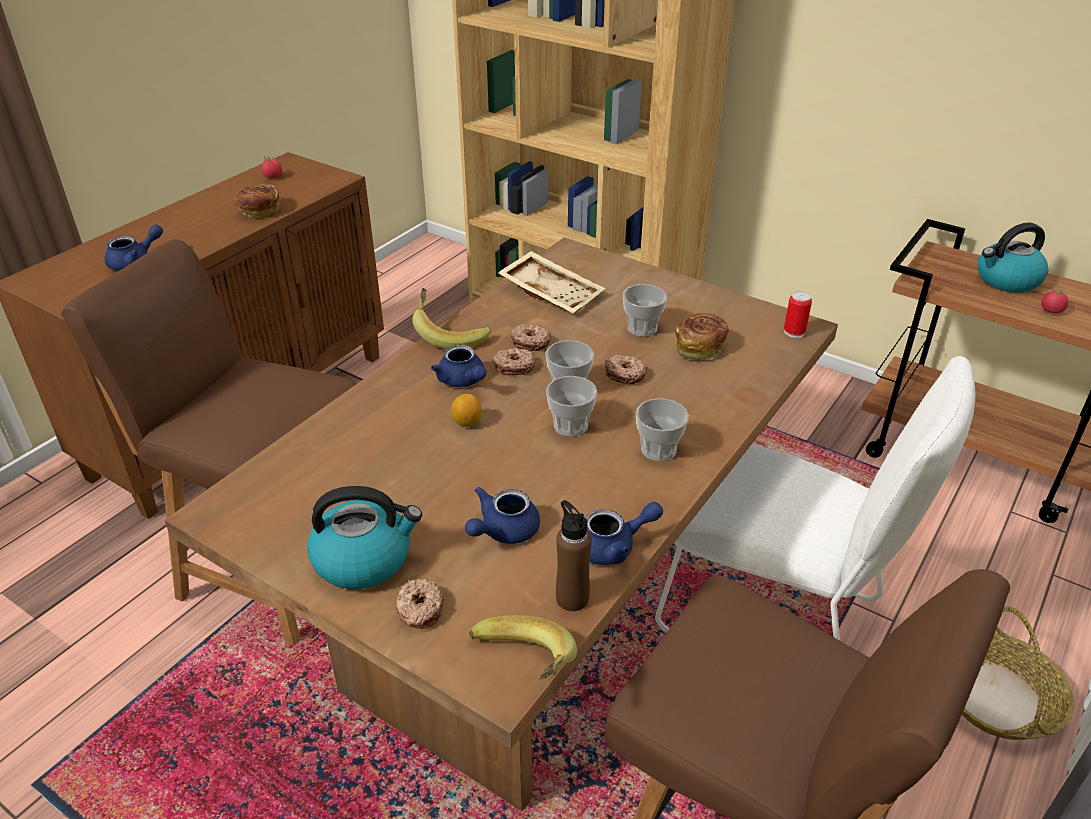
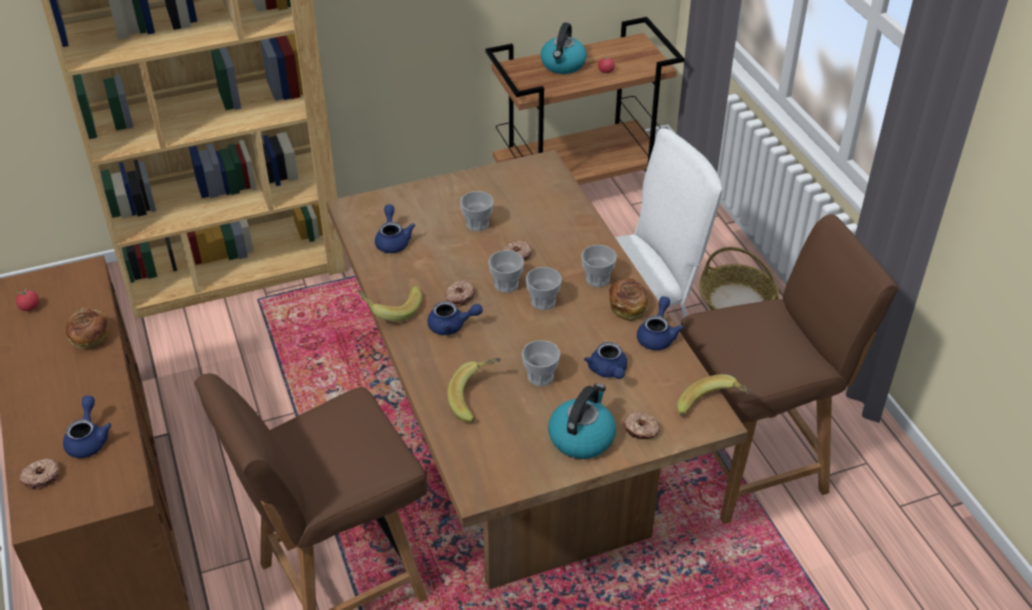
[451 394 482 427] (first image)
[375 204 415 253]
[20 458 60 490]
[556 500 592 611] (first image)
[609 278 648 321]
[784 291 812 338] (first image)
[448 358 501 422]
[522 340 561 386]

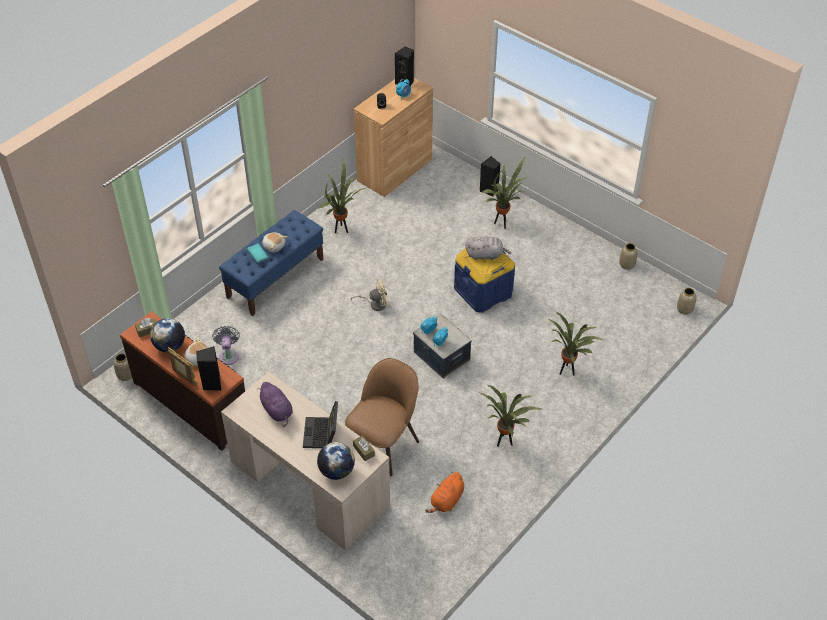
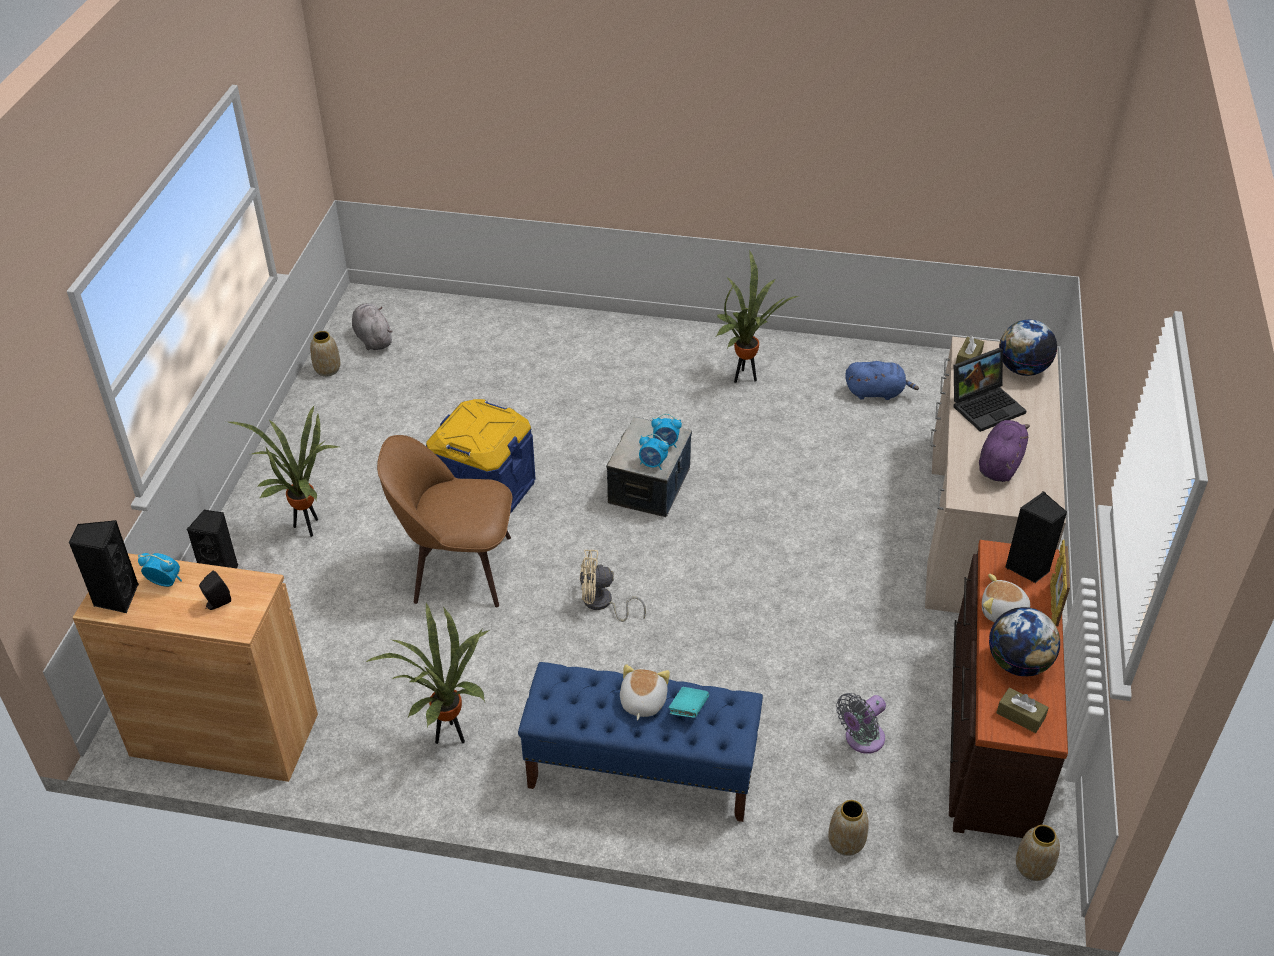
[377 435 512 607]
[580 550 646 622]
[845 361 919 400]
[352 303 392 350]
[547 312 604 376] (first image)
[828 800 869 856]

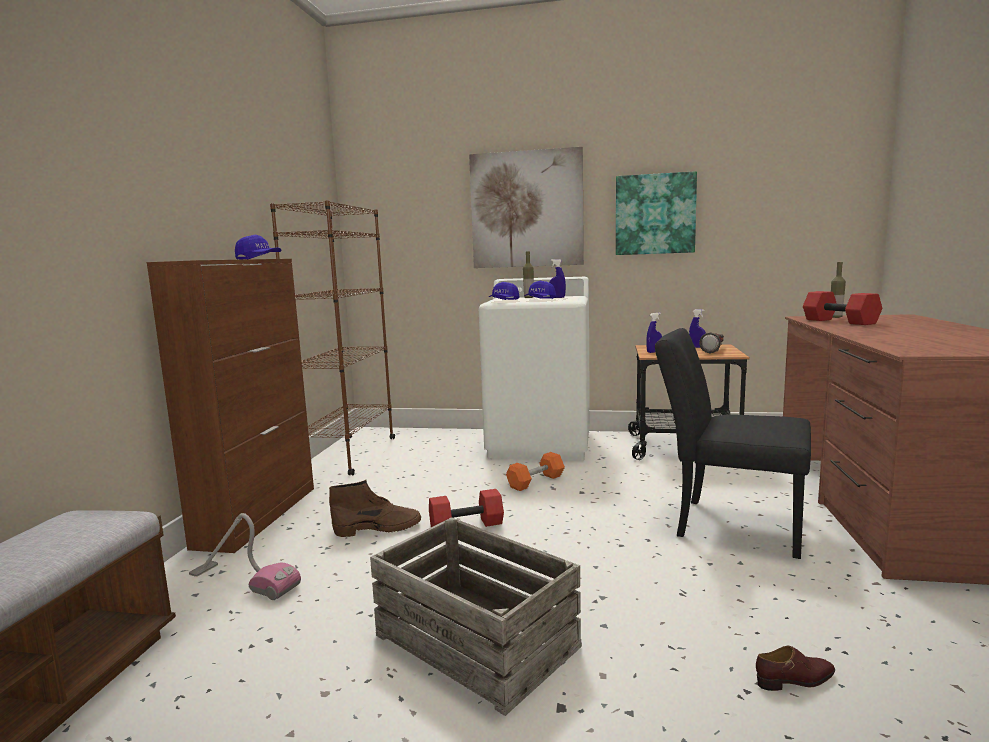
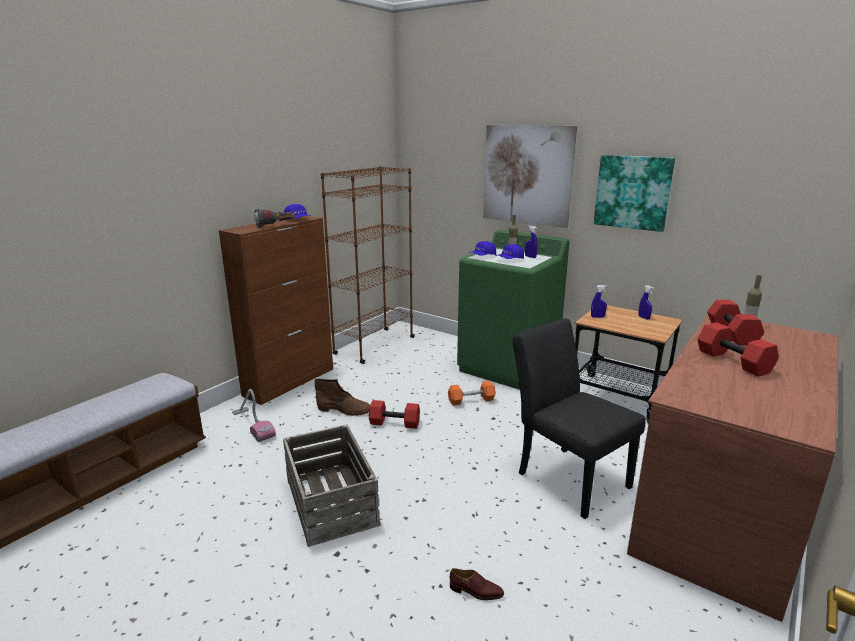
[457 230 569 390]
[254 209 295 228]
[697 322 779 377]

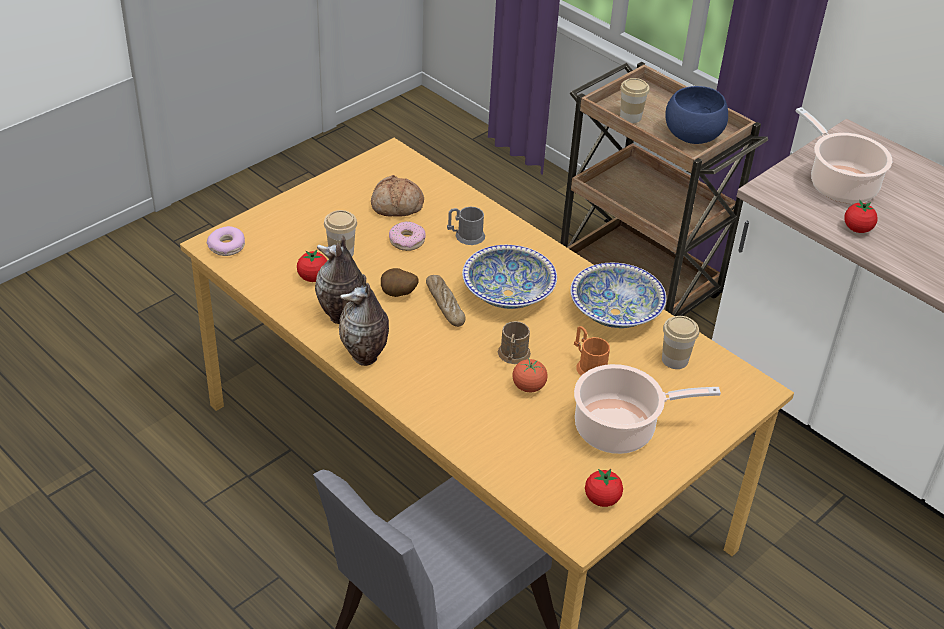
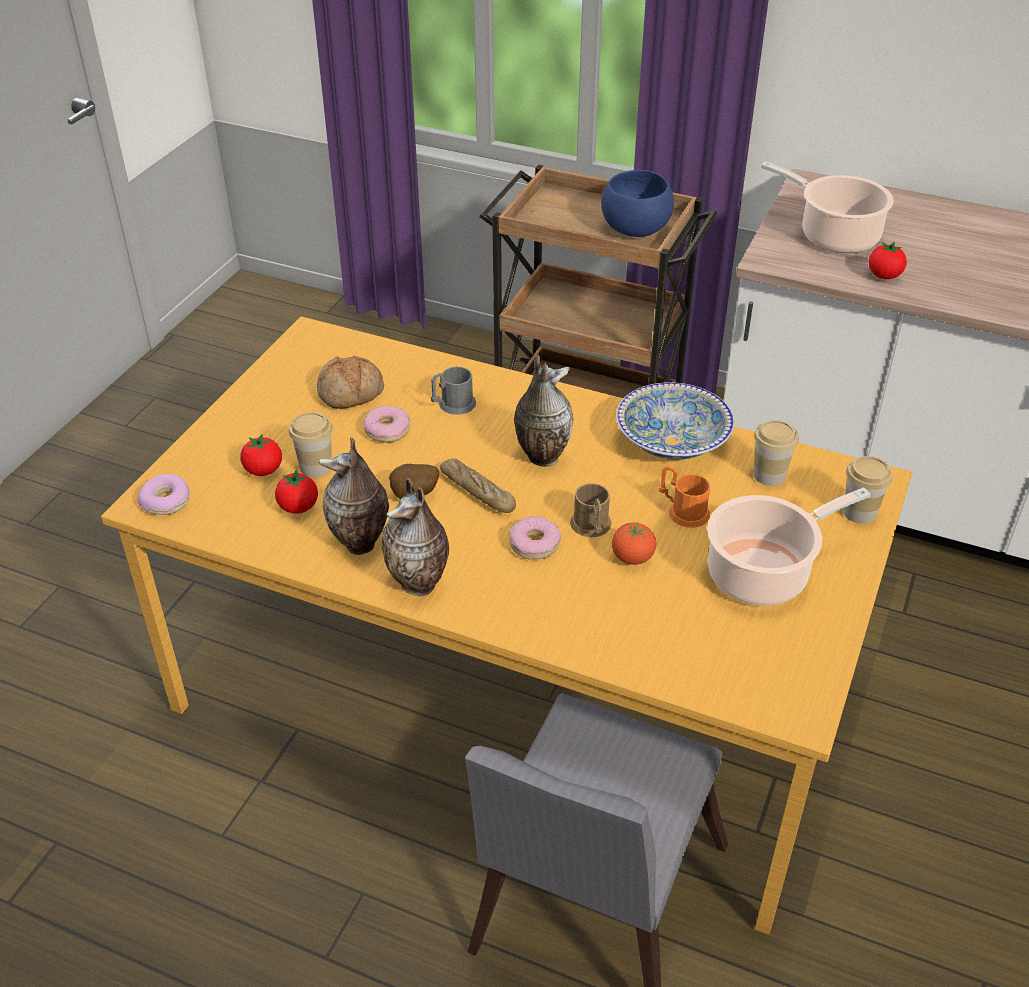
[514 355 574 467]
[241 434 282 476]
[843 456 893 524]
[509 516 561 560]

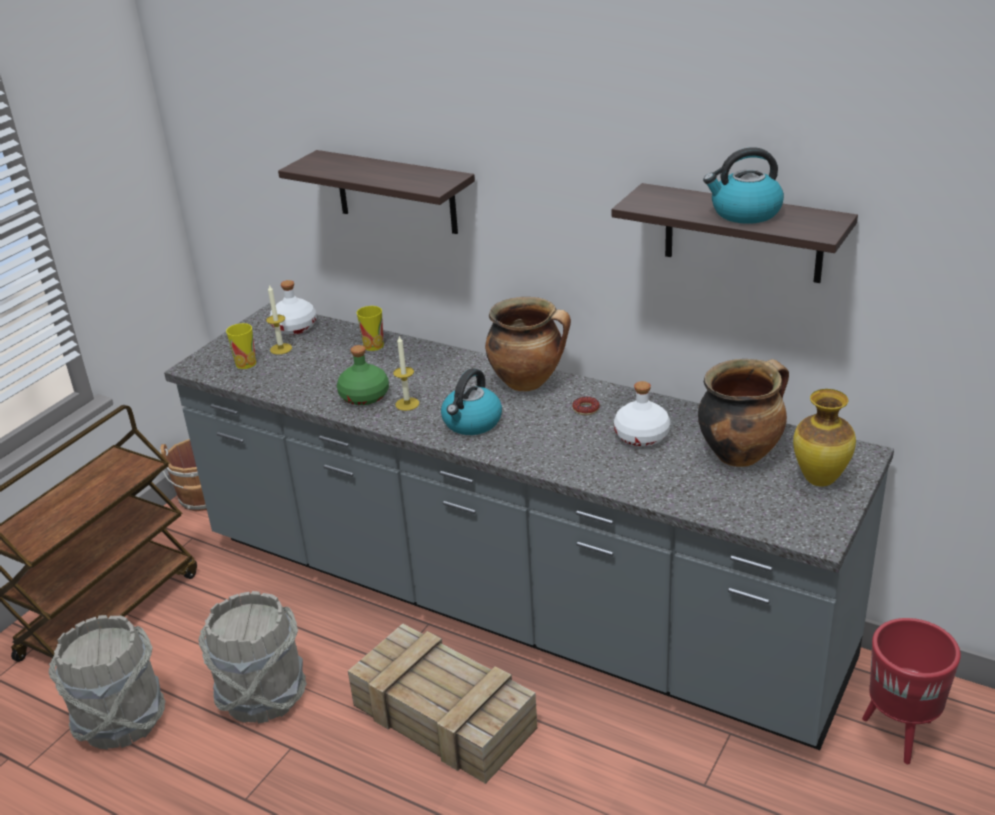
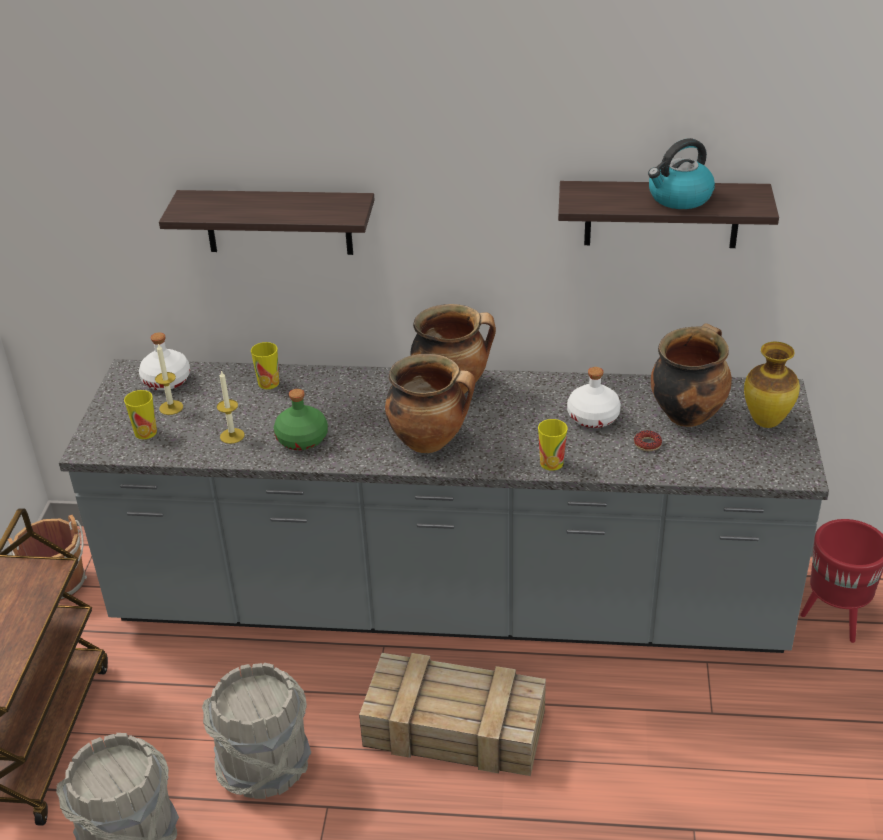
[217 371 245 444]
[385 354 476 453]
[634 430 662 451]
[538 419 567 471]

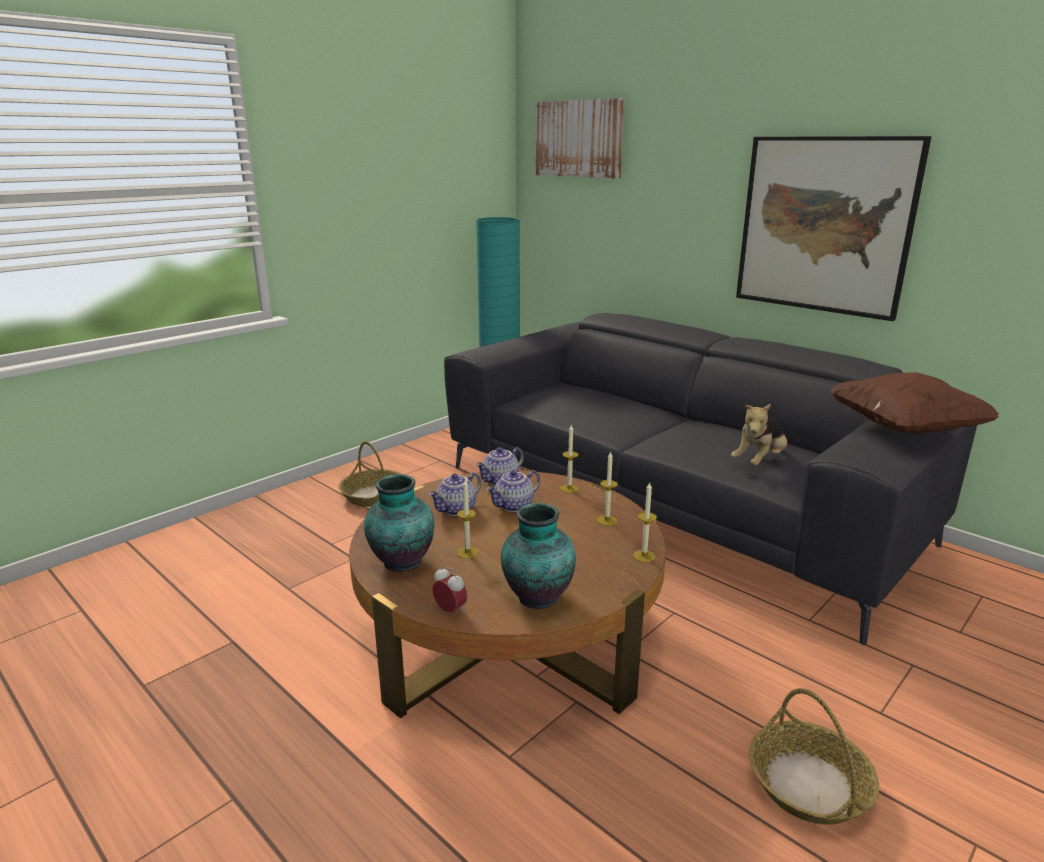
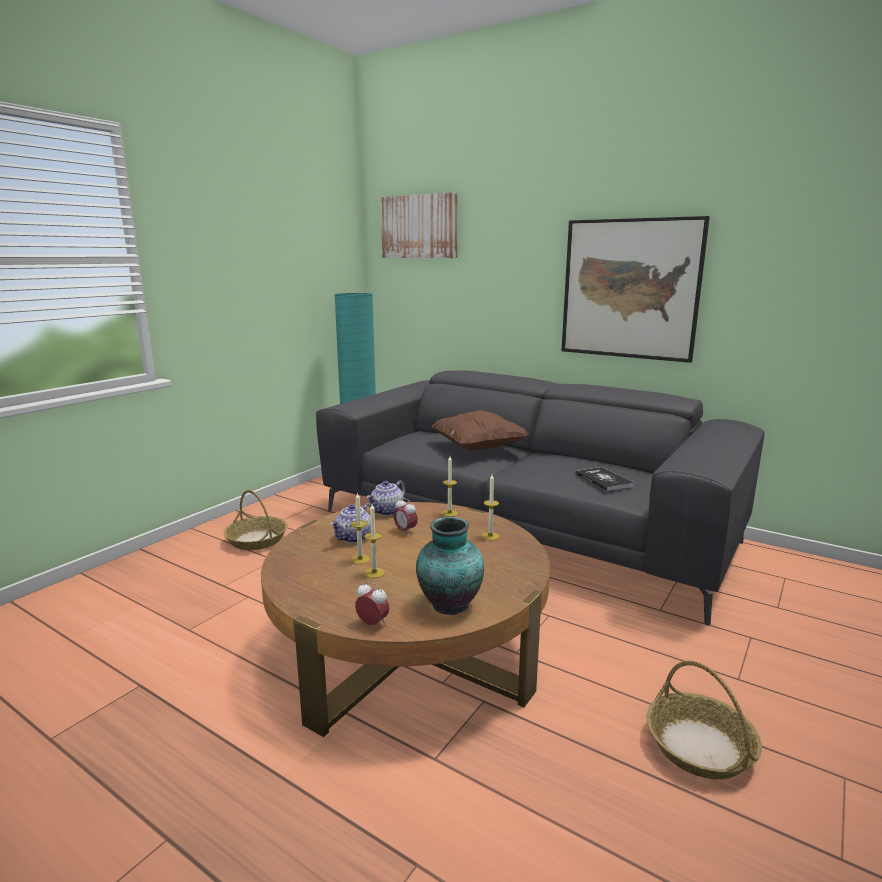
[364 474 434 572] (first image)
[394 498 418 535]
[351 492 370 564]
[575 467 634 491]
[432 410 529 450]

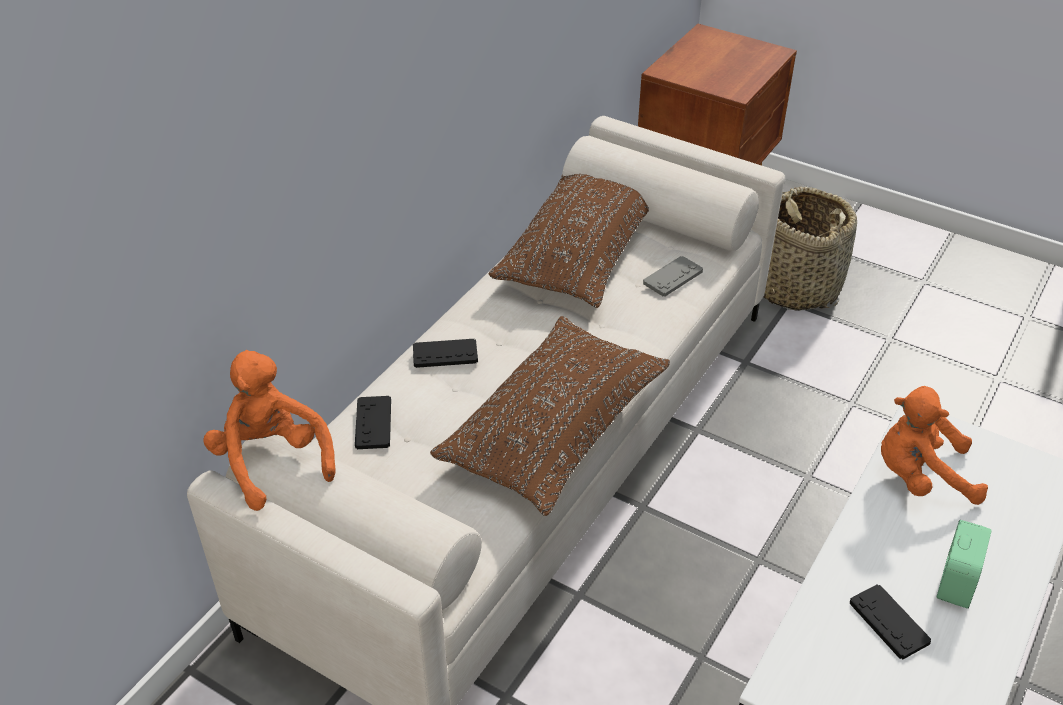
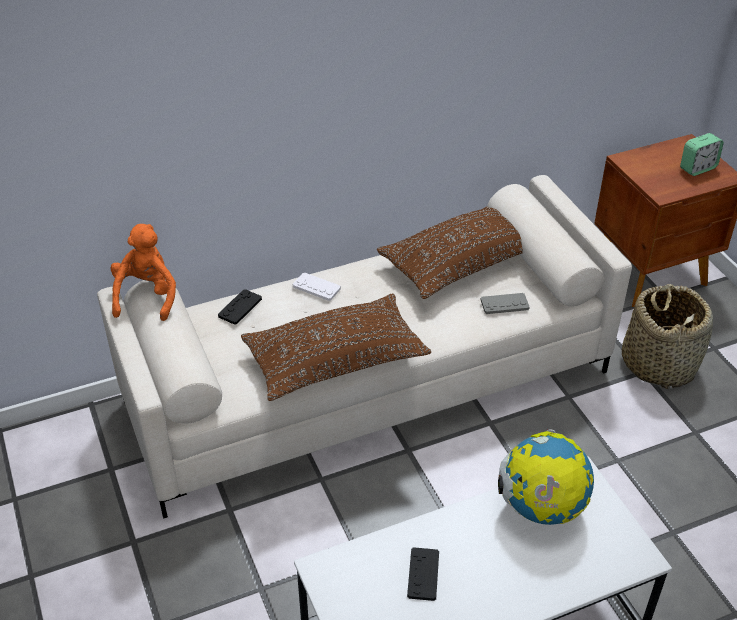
[293 272 341 301]
[498 430 594 525]
[680 133 724 176]

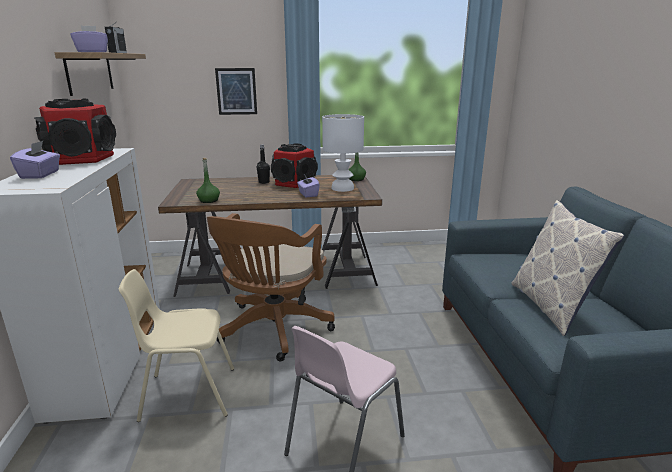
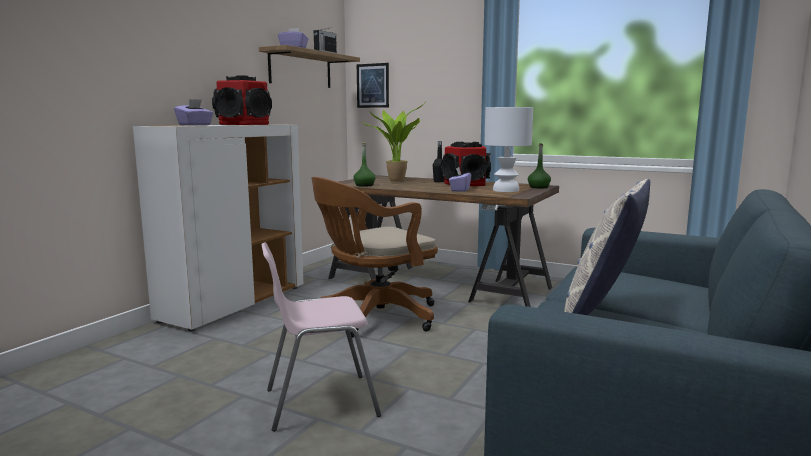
[119 269 234 422] (first image)
[357 63 389 108]
[361 100 427 182]

